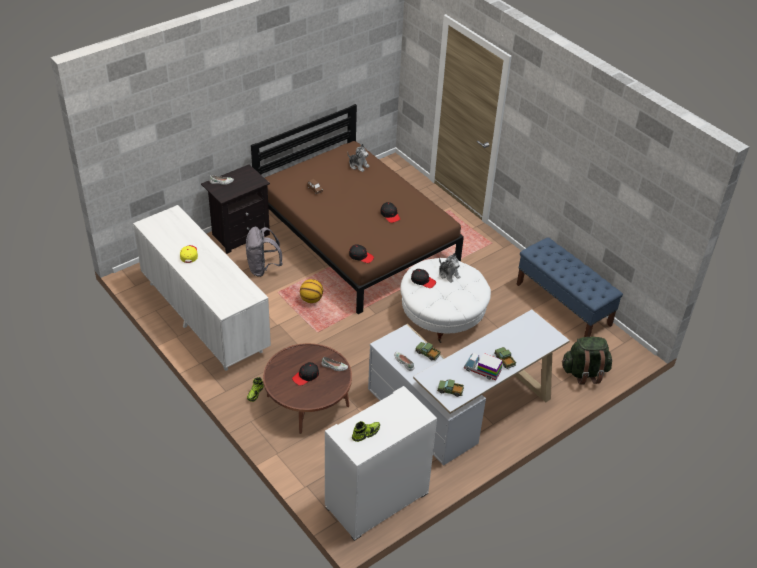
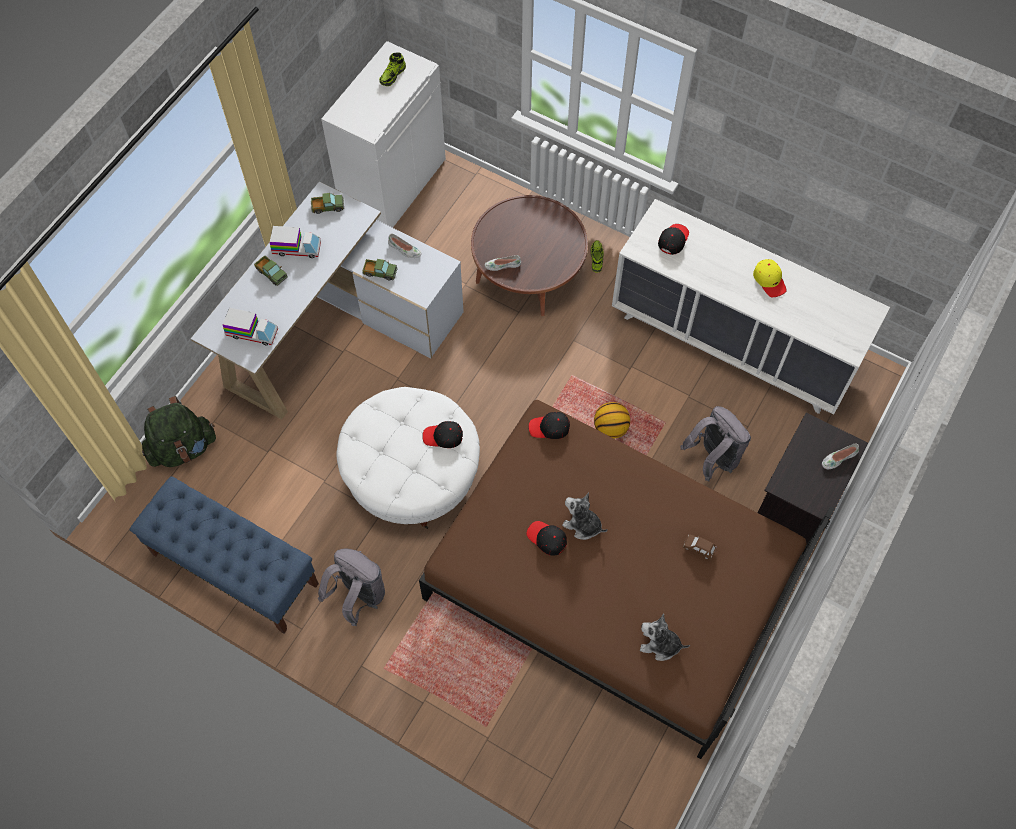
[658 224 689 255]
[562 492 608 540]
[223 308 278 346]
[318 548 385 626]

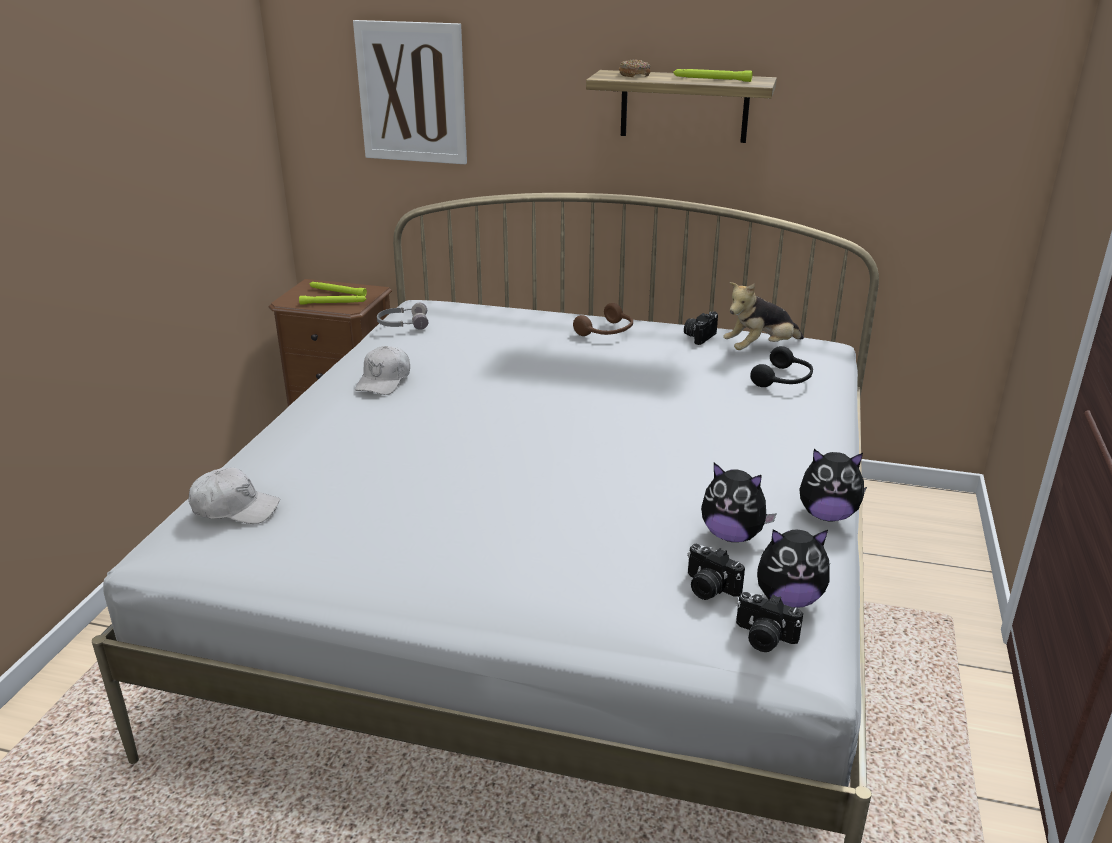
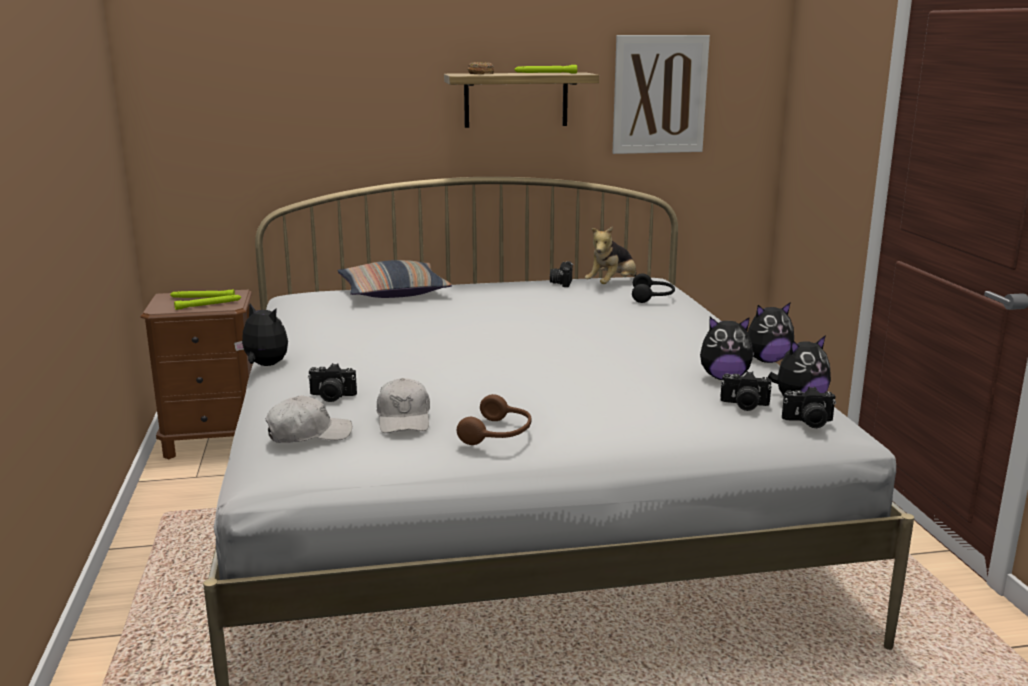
[613 35 710 154]
[377 378 430 433]
[377 303 429 330] (first image)
[457 394 531 445]
[234 303 288 366]
[308 363 357 402]
[338 260 452 298]

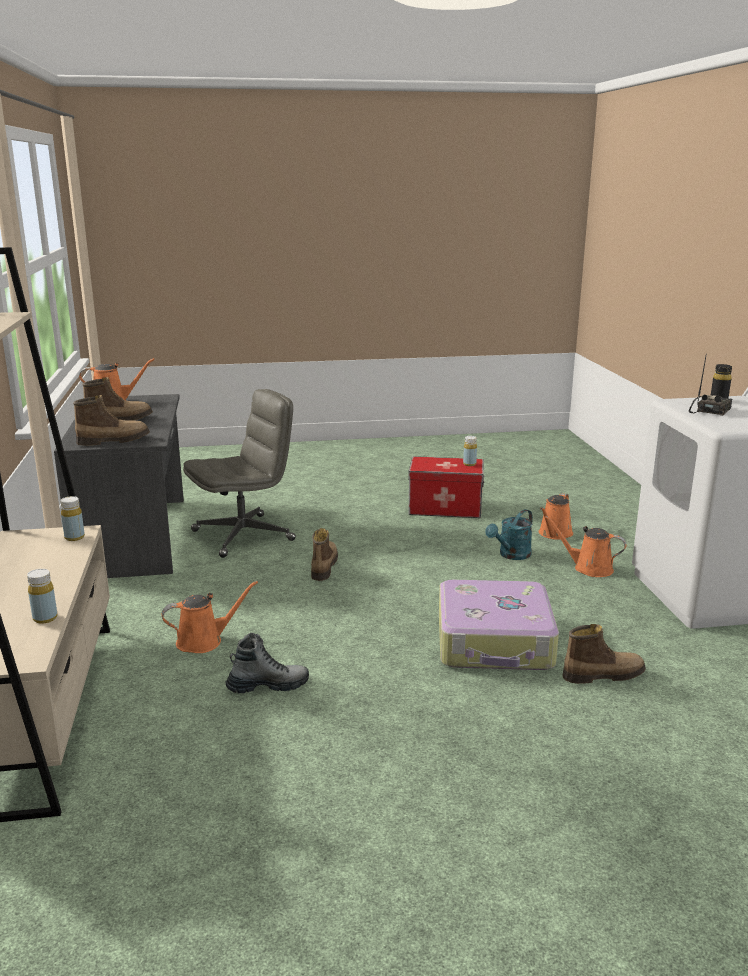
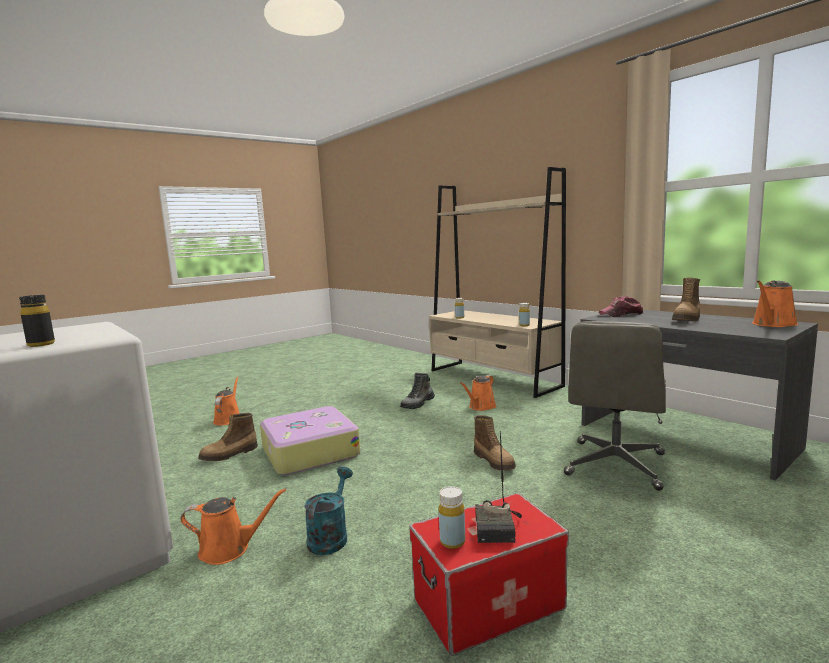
[599 296 643 317]
[213 377 240 425]
[475 431 522 543]

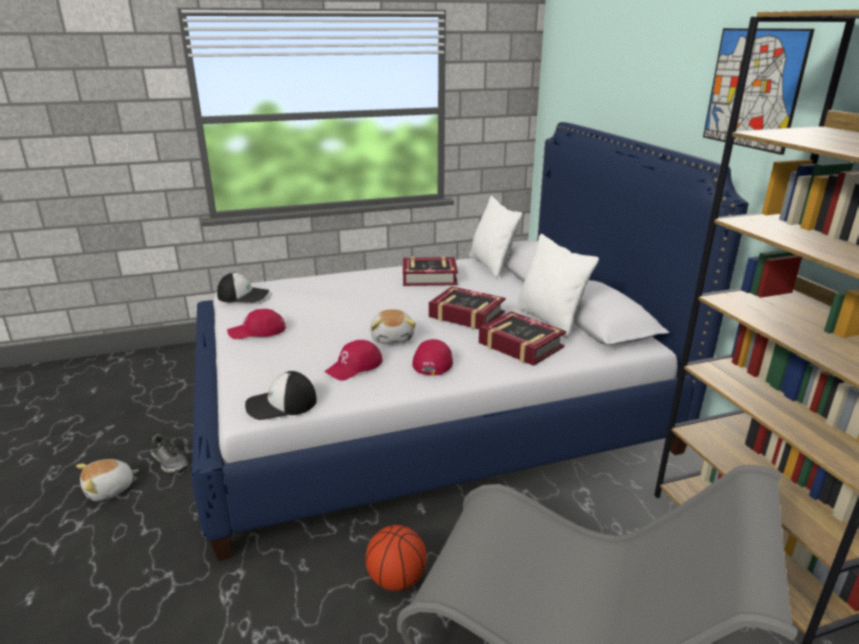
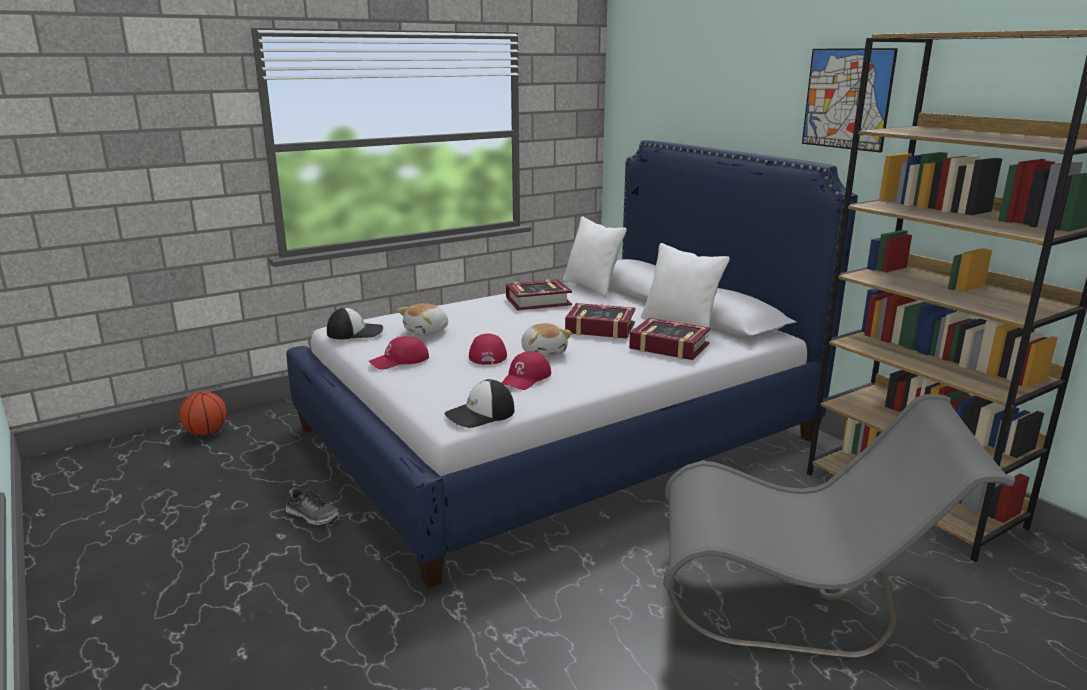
[397 303 448 336]
[179 391 226 435]
[469 333 507 365]

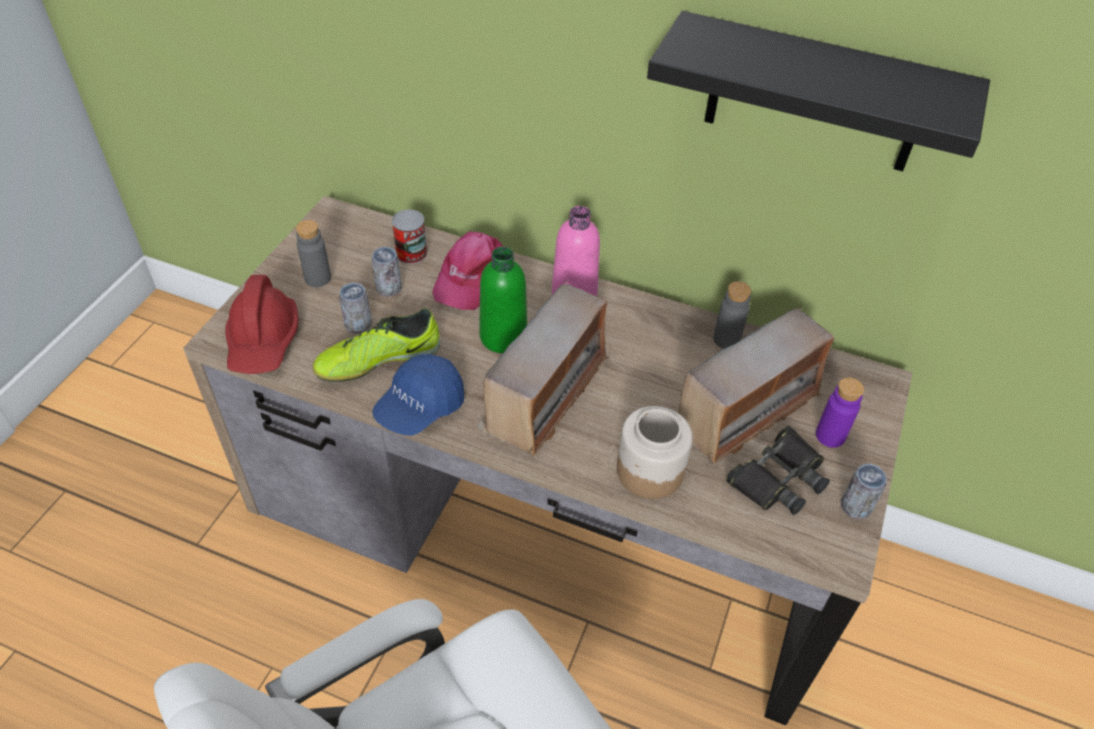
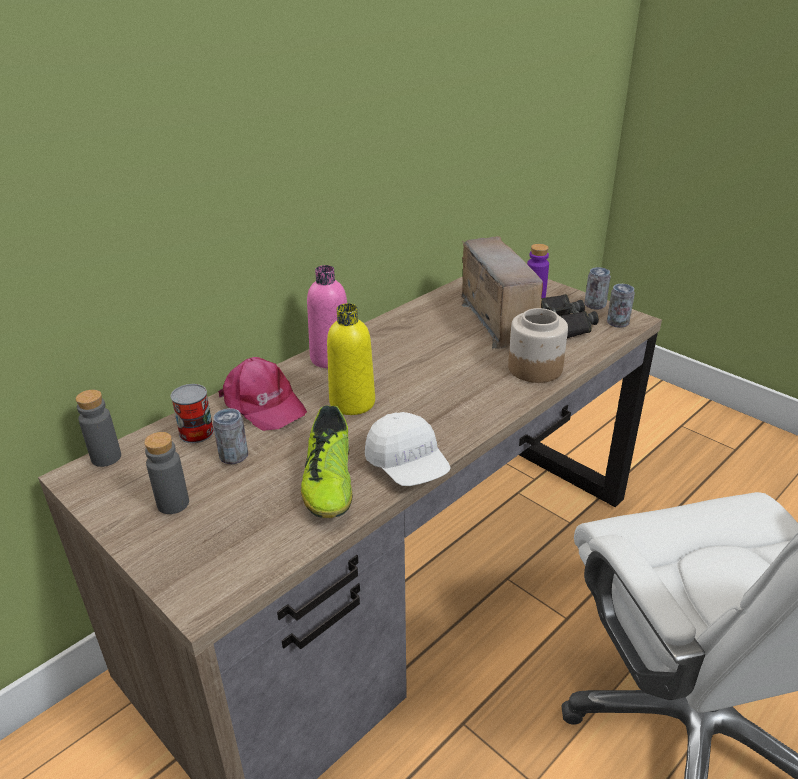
[225 275 298 374] (first image)
[607 284 635 328]
[365 412 451 486]
[478 280 610 457] (first image)
[327 303 375 415]
[647 11 990 171] (first image)
[76 390 121 467]

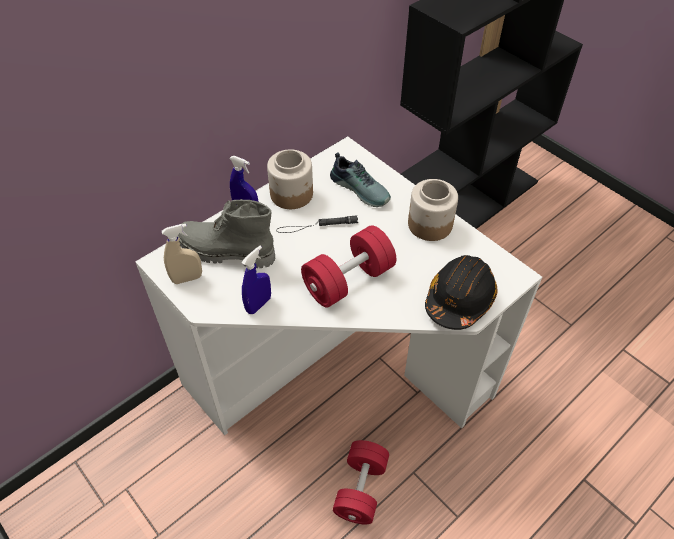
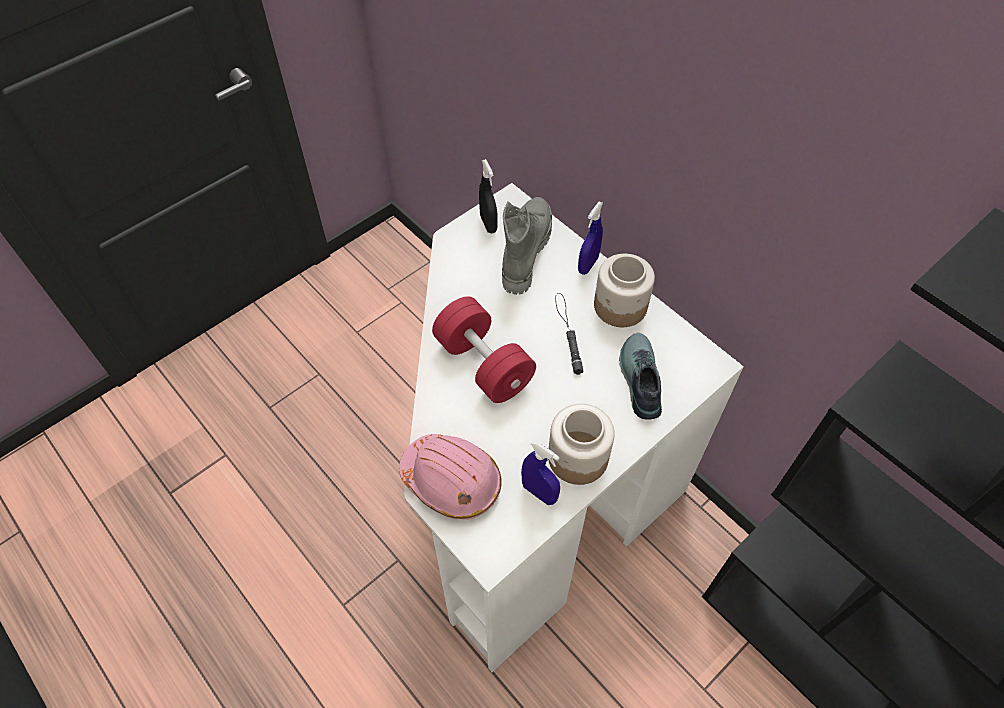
[479 159 498 233]
[521 440 560 505]
[619 333 662 420]
[333 440 389 524] (first image)
[399 434 502 519]

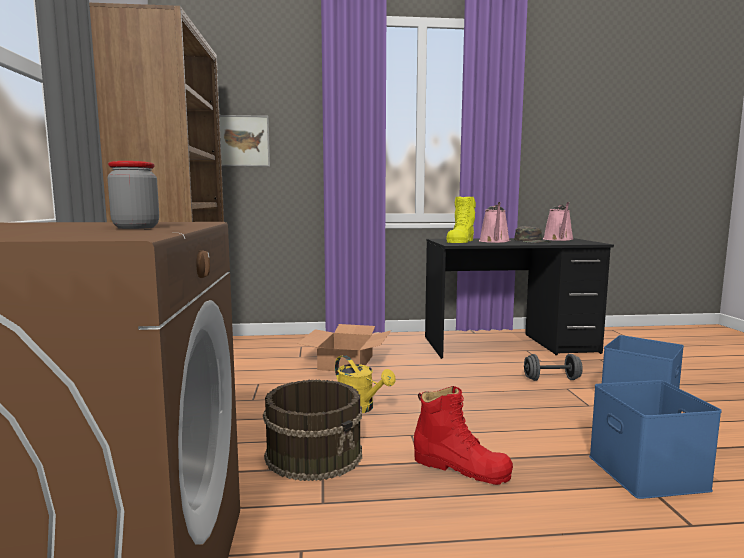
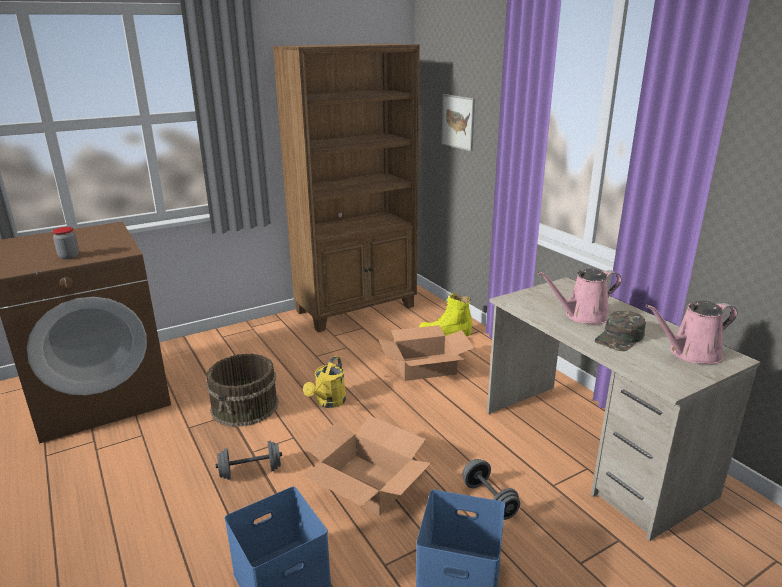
[216 441 282 480]
[487 277 760 541]
[419 293 472 336]
[303 416 431 515]

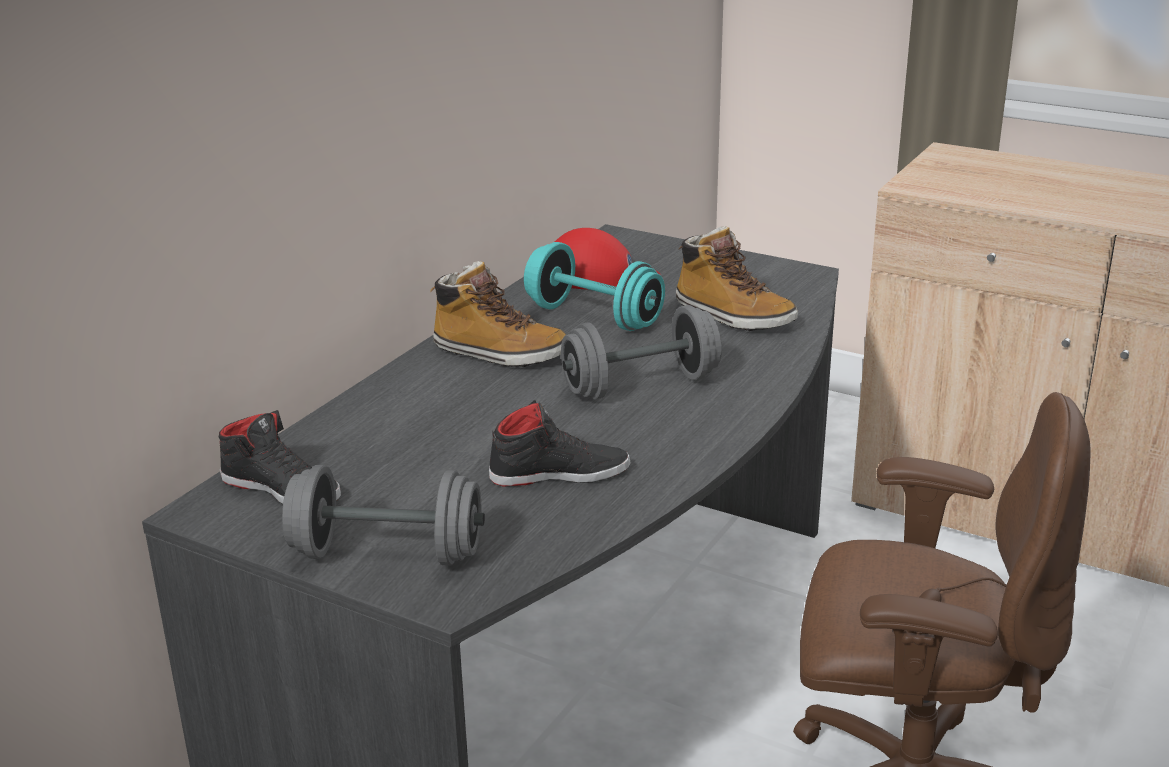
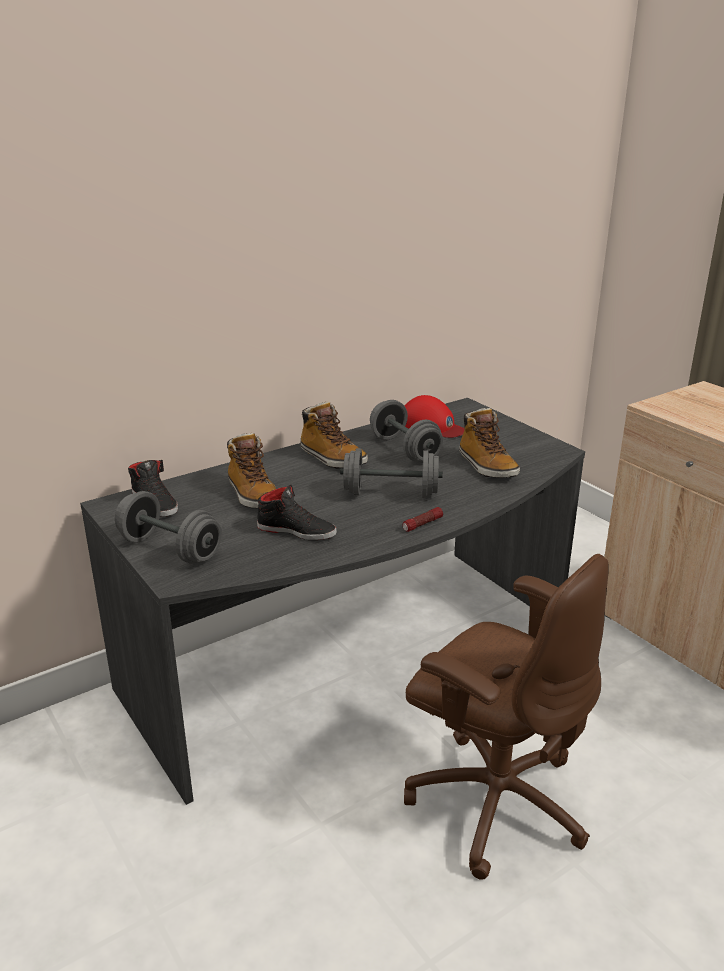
[370 400 443 462]
[227 433 276 508]
[403 507 443 532]

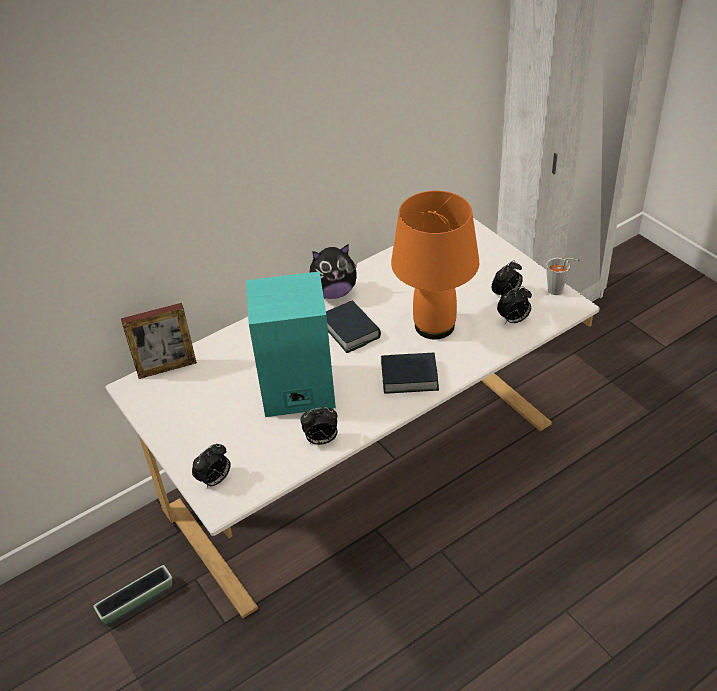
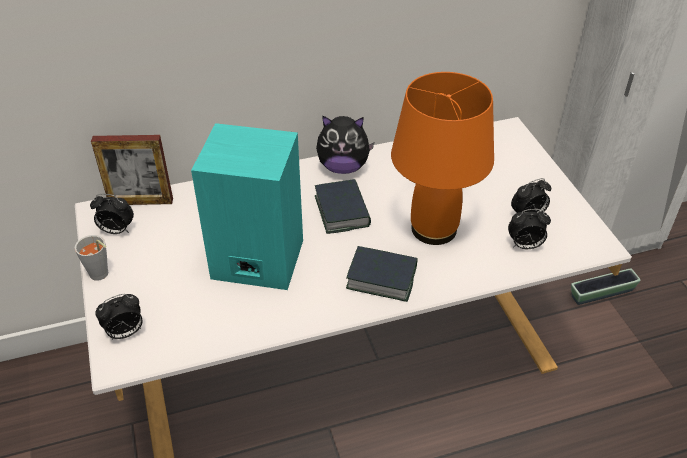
[571 269 641 305]
[90 194 134 234]
[75 235 108 281]

